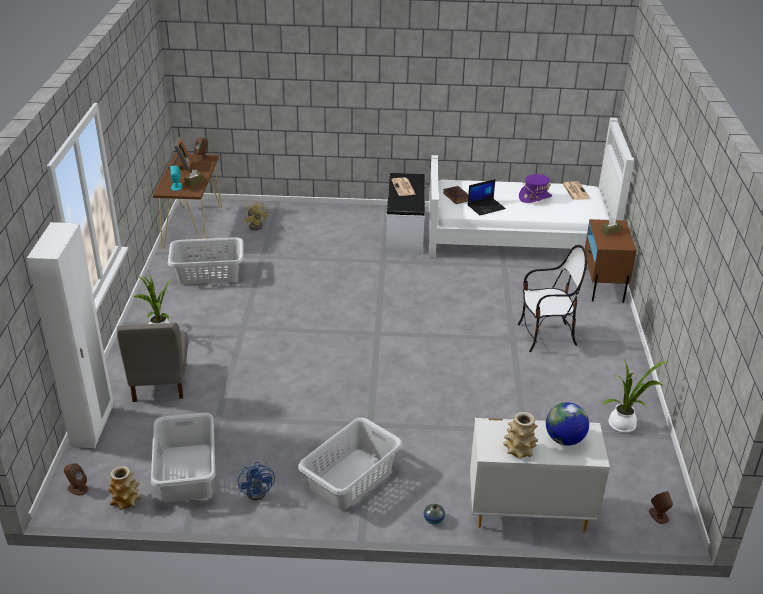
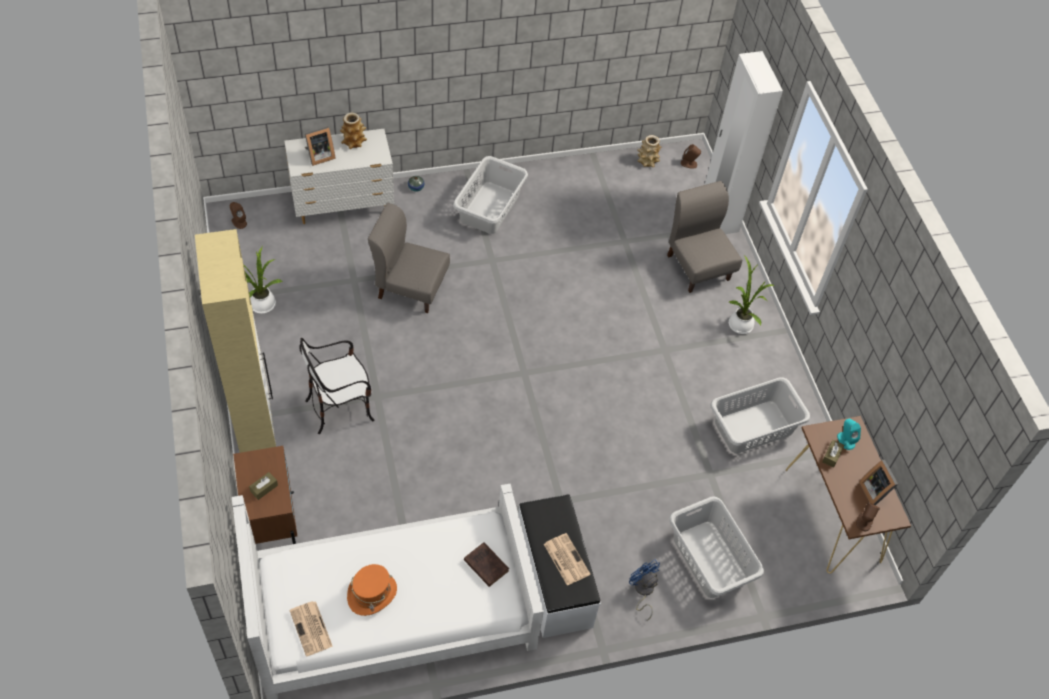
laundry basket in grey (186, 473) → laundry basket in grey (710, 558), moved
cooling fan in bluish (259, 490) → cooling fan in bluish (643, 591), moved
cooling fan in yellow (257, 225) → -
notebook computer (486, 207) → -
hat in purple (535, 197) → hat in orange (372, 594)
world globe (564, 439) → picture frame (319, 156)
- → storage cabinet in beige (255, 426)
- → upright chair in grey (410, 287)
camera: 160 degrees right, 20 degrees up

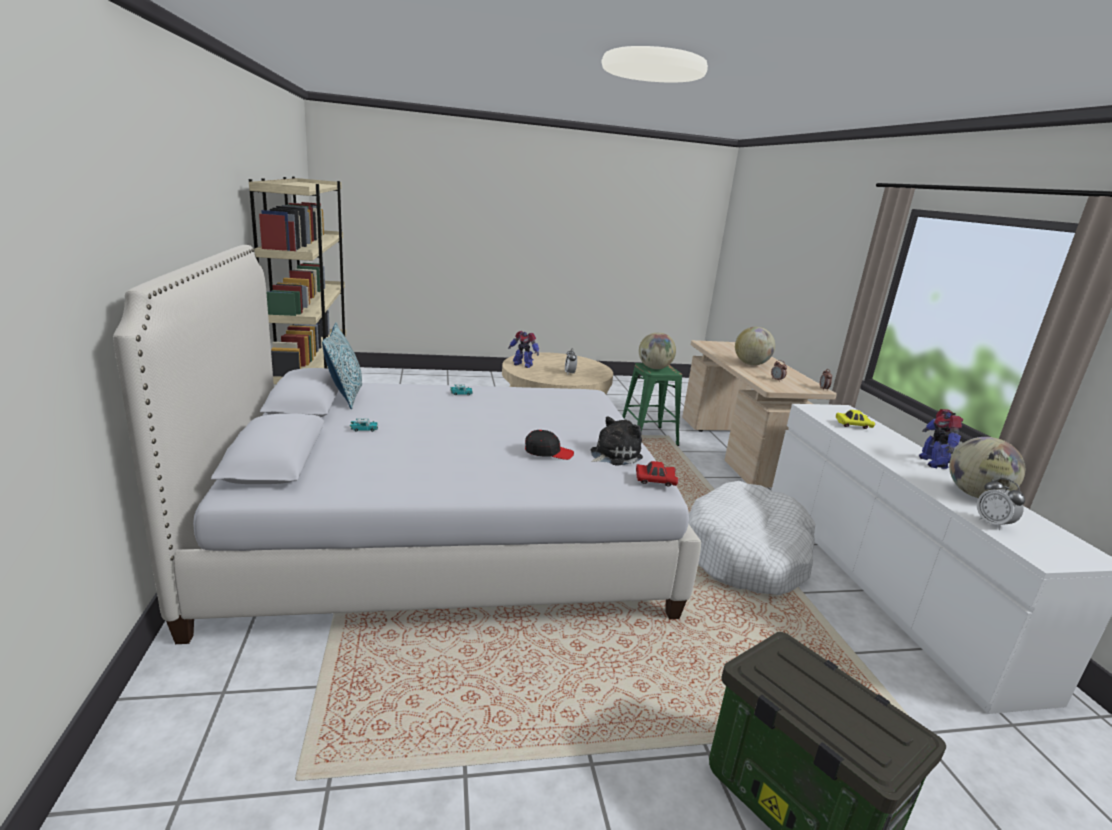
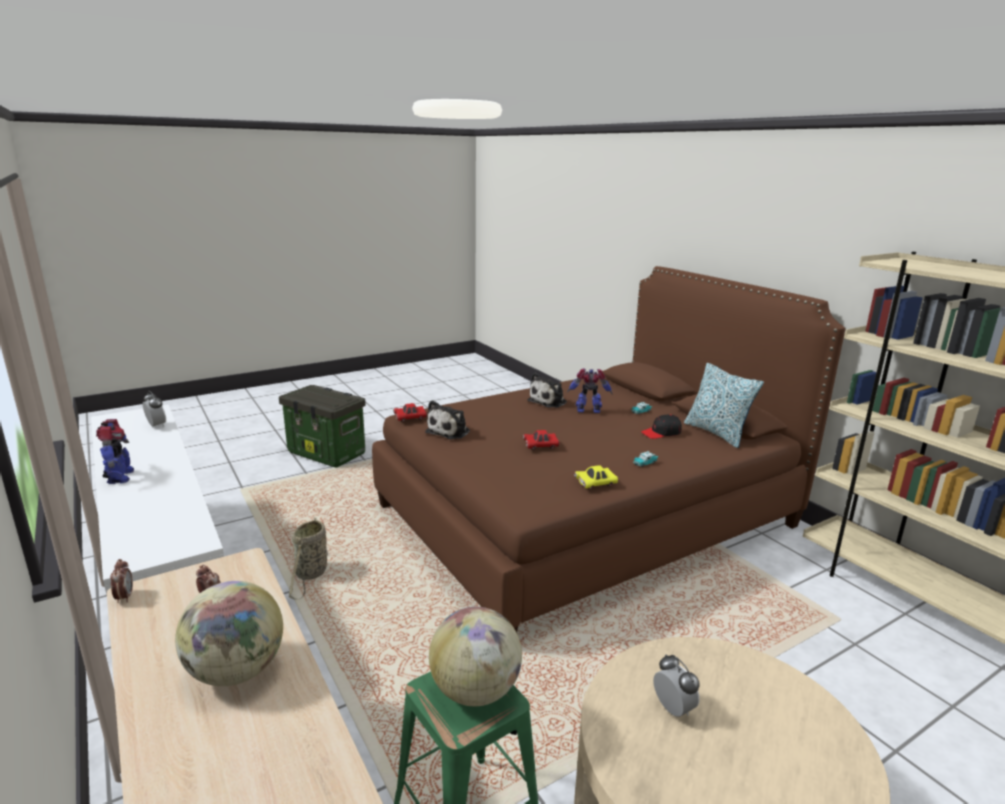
bed in white (442, 536) → bed in brown-coloured (586, 515)
model robot (523, 365) → model robot (589, 411), moved
cap in black-coloured (548, 452) → cap in black-coloured (661, 433), moved
dog cushion in white (747, 554) → household basket (311, 574)
toy car in yellow (853, 425) → toy car in yellow (595, 484), moved
world globe (976, 495) → -
- → toy car in red (540, 446)
- → soft toy (549, 401)
camera: 160 degrees right, 0 degrees up

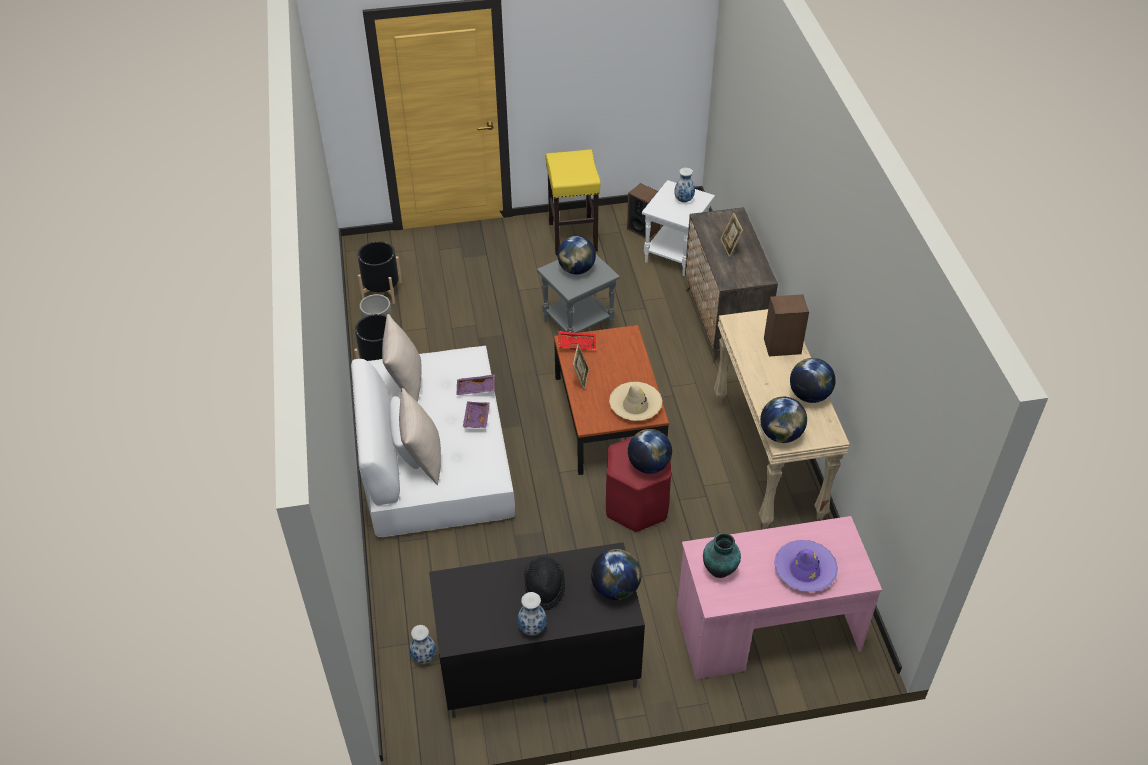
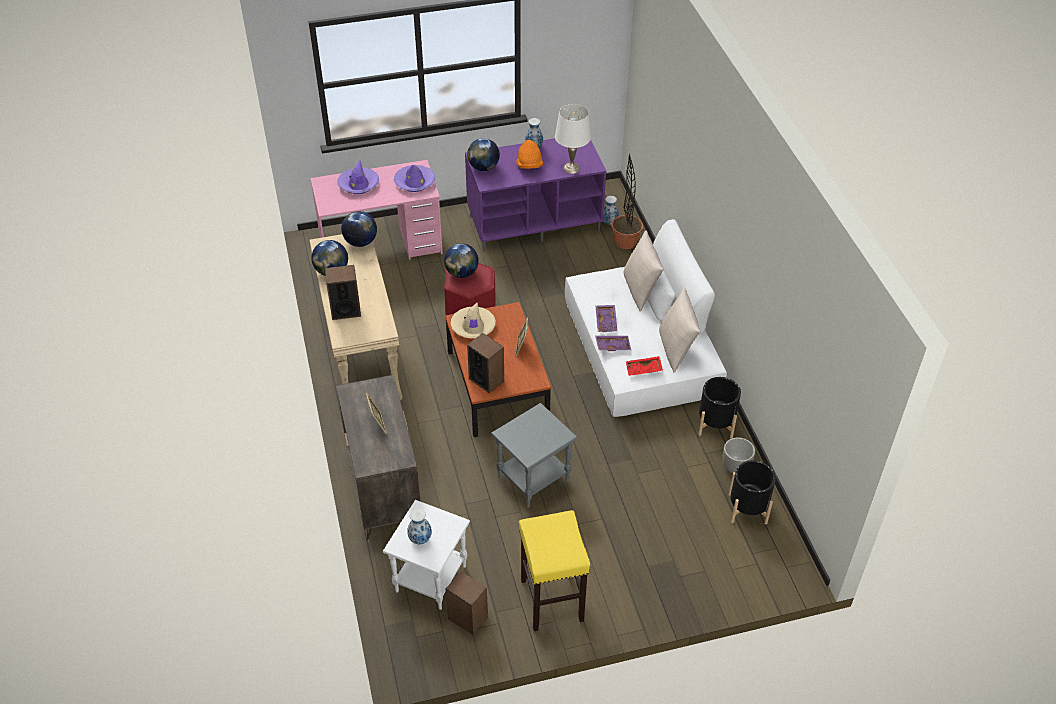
media console in black-coloured (536, 665) → media console in purple (535, 222)
hat in black-coloured (544, 588) → hat in orange (529, 165)
world globe (576, 269) → -
carrying tray in red (577, 344) → carrying tray in red (643, 370), moved
flower vase (720, 570) → hat in purple (414, 182)
- → loudspeaker (486, 379)
- → tabletop lamp in white (571, 168)
- → potted plant (625, 242)
camera: 175 degrees right, 0 degrees up

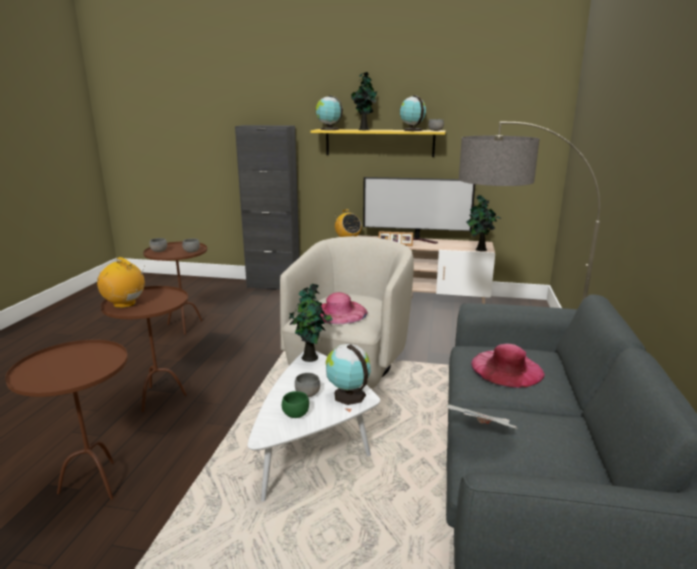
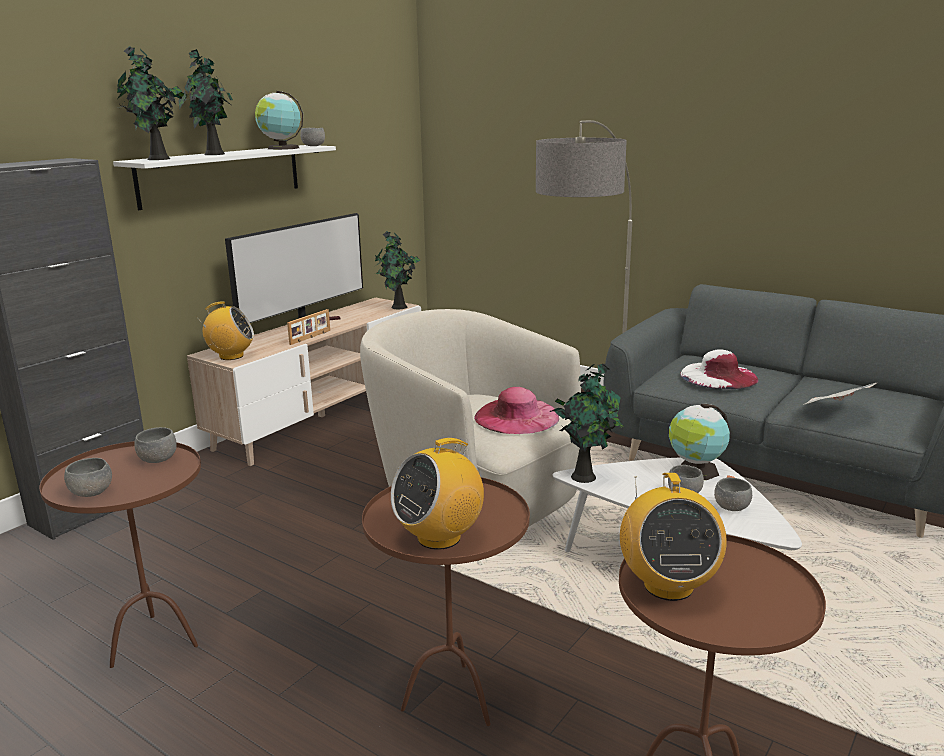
deep dish in green (295, 414) → deep dish in grey (731, 507)
bracket shelf in yellow (379, 142) → bracket shelf in white (222, 175)
world globe (329, 129) → potted plant (157, 159)
hat in pink-coloured (506, 368) → hat in white (718, 376)
- → radio (667, 585)
camera: 65 degrees left, 0 degrees up

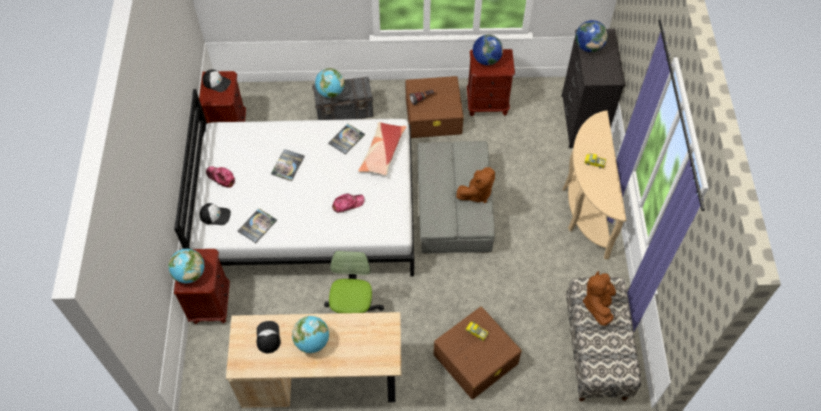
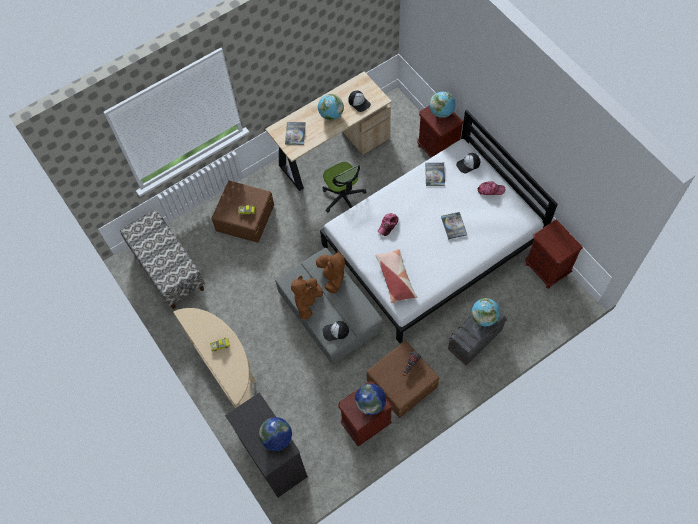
cap (217, 82) → cap (335, 331), moved
book (346, 139) → book (295, 133), moved
soft toy in brown-coloured (598, 304) → soft toy in brown-coloured (332, 277), moved
camera: 150 degrees right, 5 degrees up

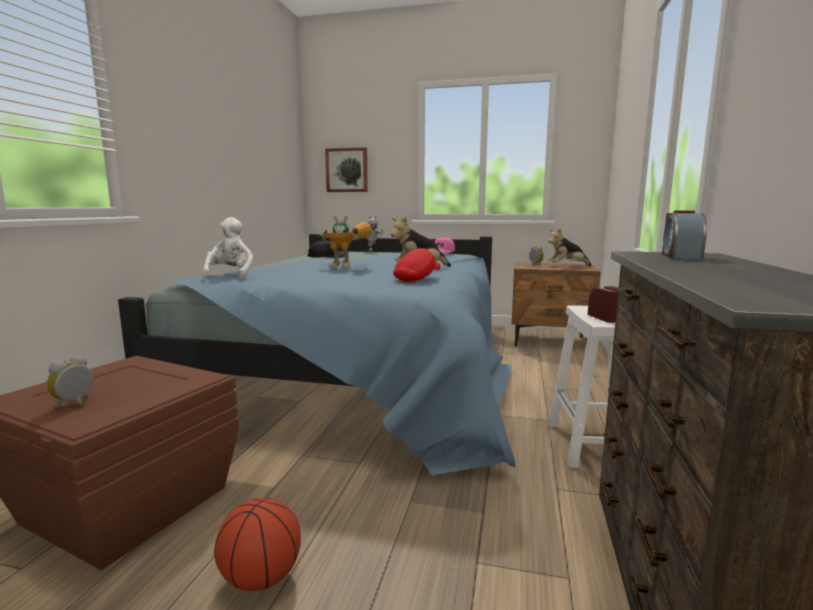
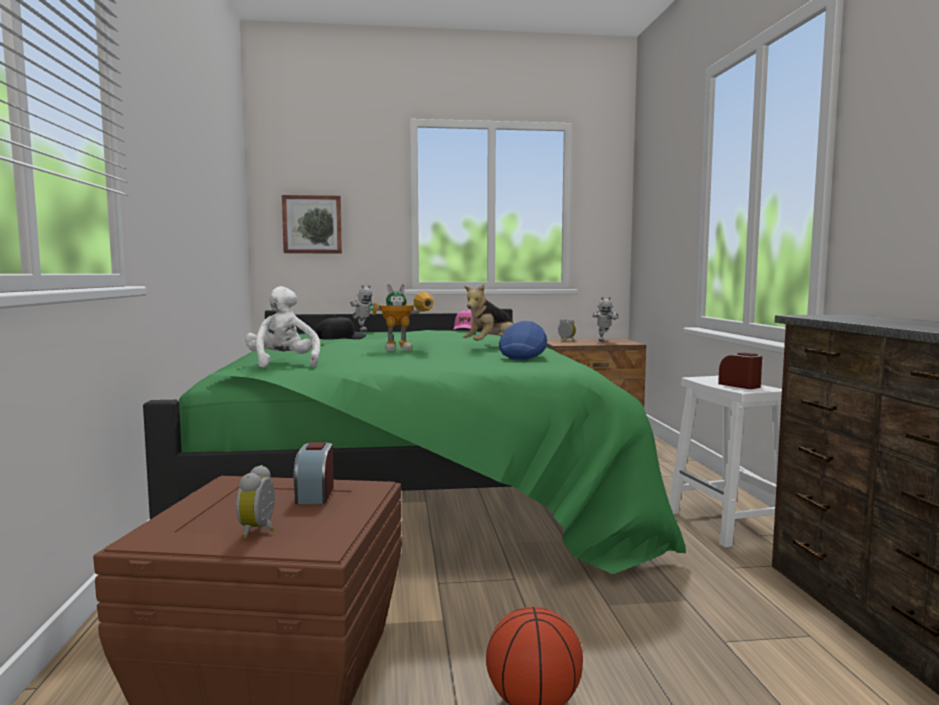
bed in bluish (366, 368) → bed in green (408, 481)
cap in red (417, 279) → cap in bluish (524, 357)
soft toy (567, 266) → model robot (603, 341)
table clock (680, 256) → table clock (315, 494), moved
camera: 20 degrees left, 5 degrees down

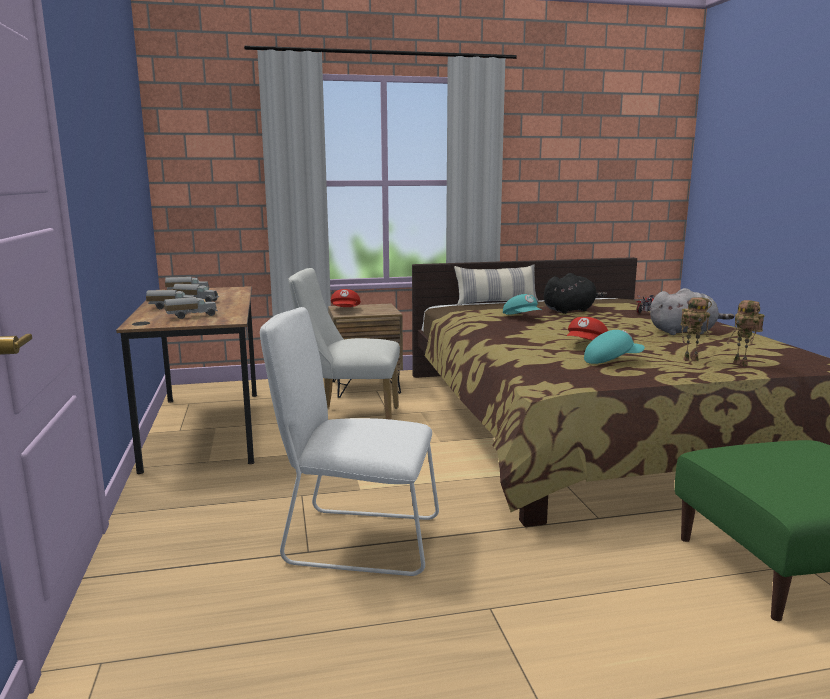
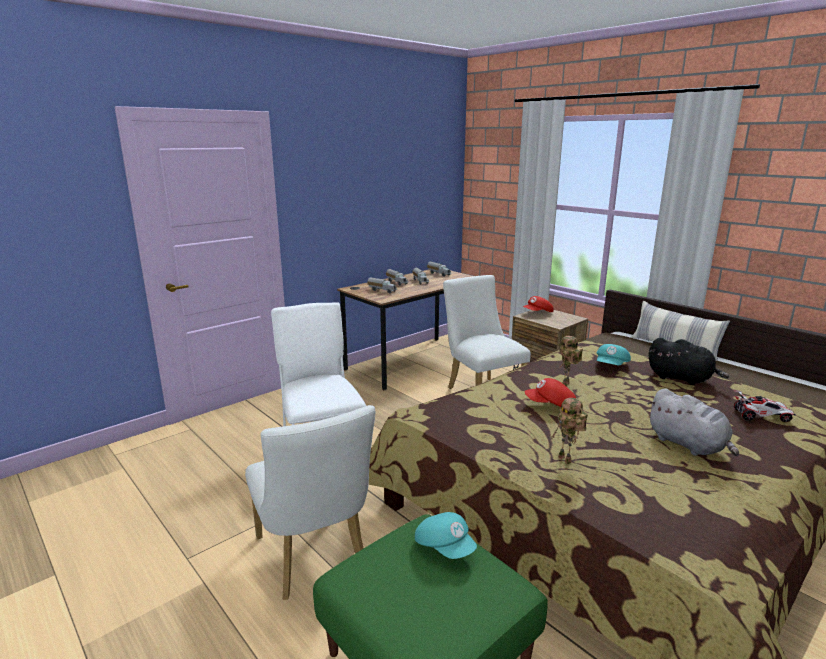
cap in blue-green (611, 361) → cap in blue-green (445, 547), moved
model robot (742, 364) → model robot (566, 385), moved
- → upright chair in white (314, 559)
camera: 60 degrees right, 5 degrees up

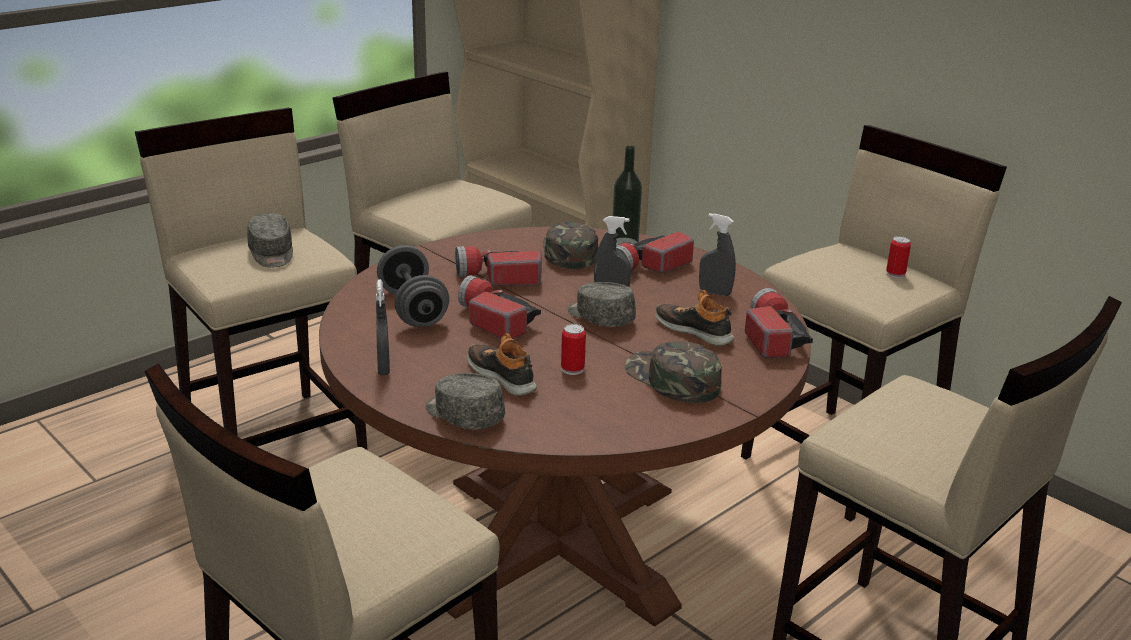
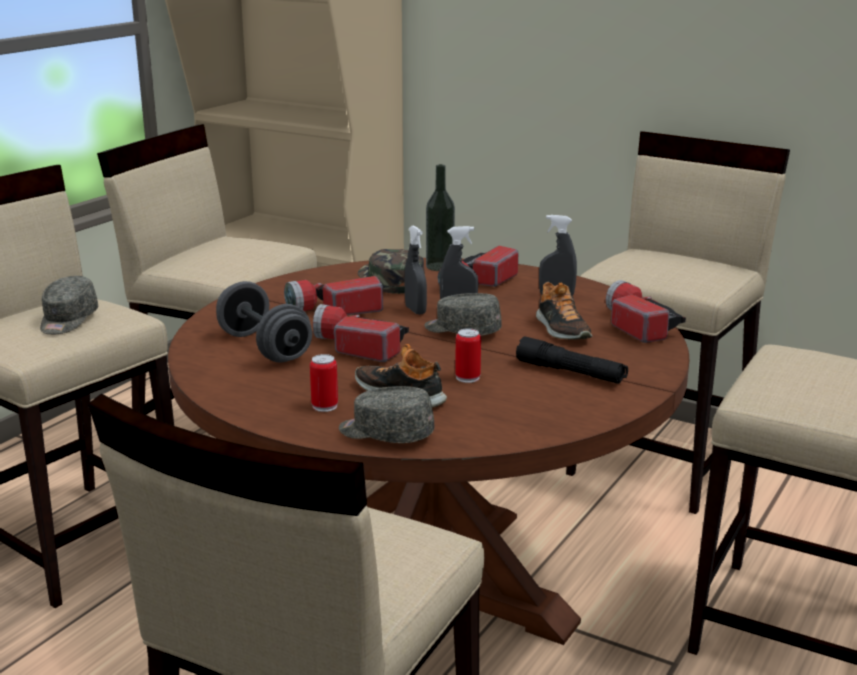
cap in grey (272, 254) → cap in grey (68, 320), 45 degrees clockwise
hand sprayer in grey (384, 368) → hand sprayer in grey (415, 310), moved
cap in green (671, 379) → torch in black-coloured (570, 373)
low shoe (694, 331) → low shoe (561, 330), 135 degrees counterclockwise
metal can (895, 274) → metal can (324, 406), moved
camera: 15 degrees left, 5 degrees down

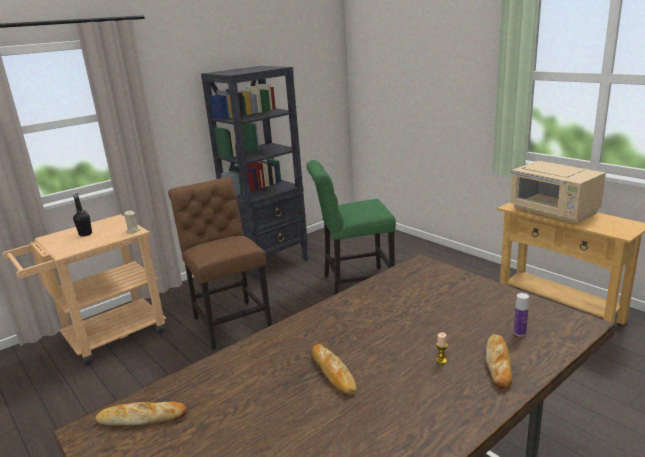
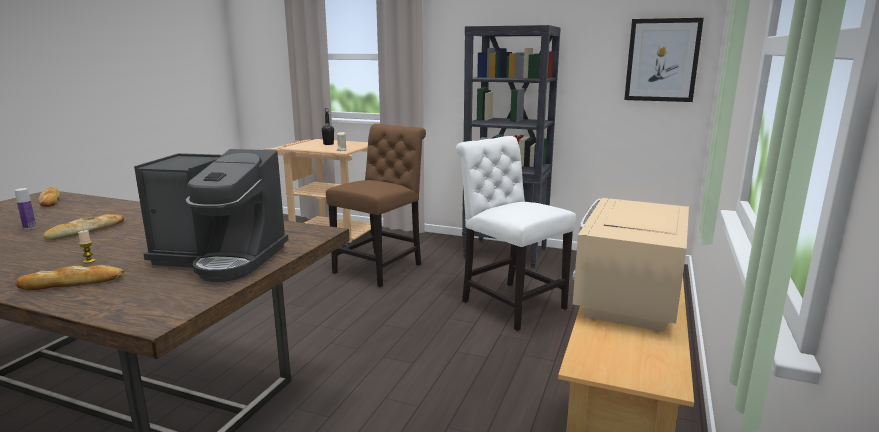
upright chair in green (354, 283) → upright chair in white (509, 303)
bottle (519, 333) → bottle (29, 227), moved
- → coffee brewer (221, 258)
- → wall picture (662, 60)
camera: 60 degrees right, 5 degrees down

